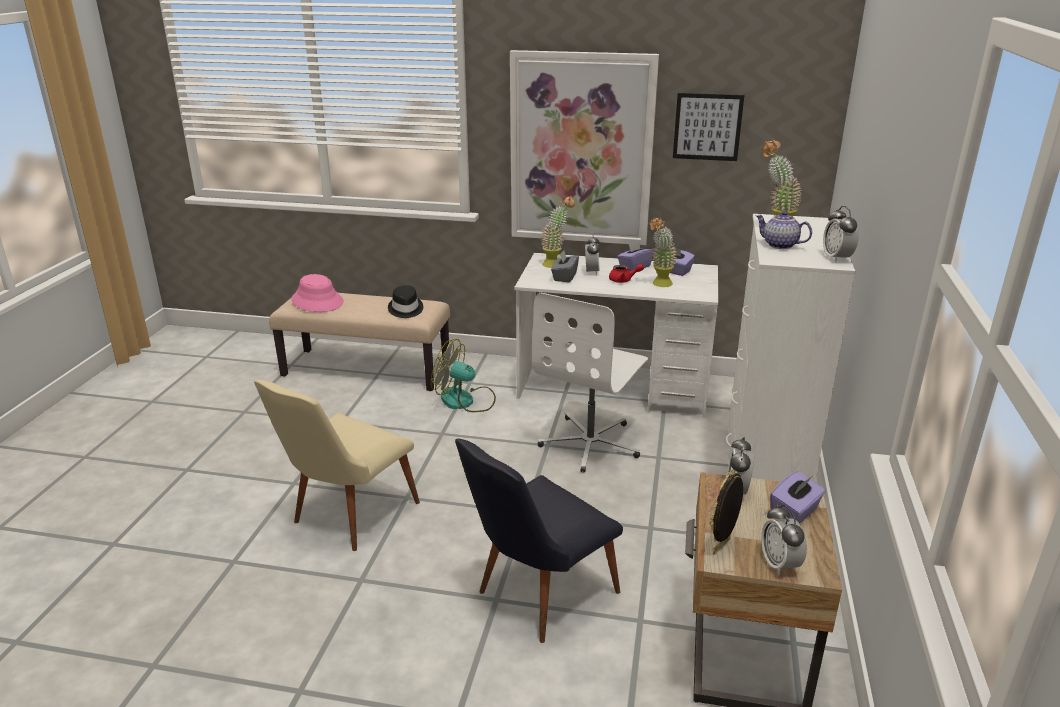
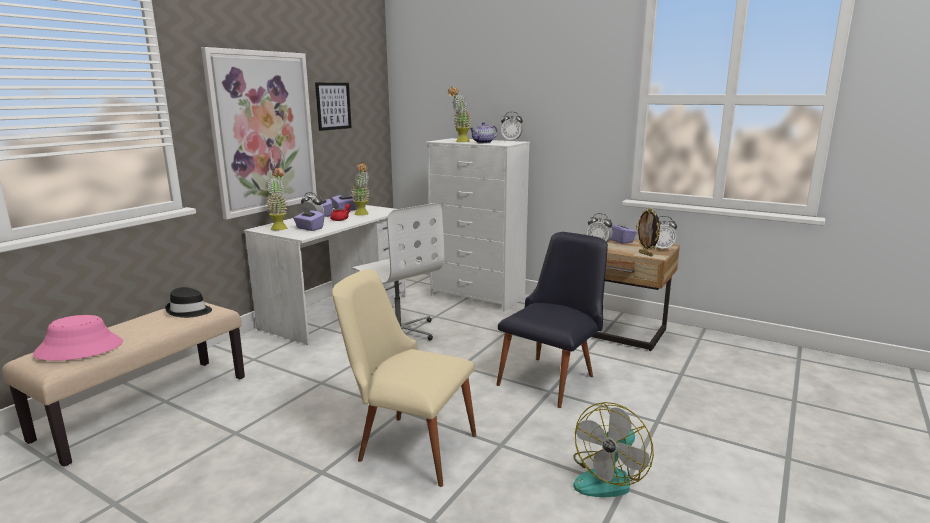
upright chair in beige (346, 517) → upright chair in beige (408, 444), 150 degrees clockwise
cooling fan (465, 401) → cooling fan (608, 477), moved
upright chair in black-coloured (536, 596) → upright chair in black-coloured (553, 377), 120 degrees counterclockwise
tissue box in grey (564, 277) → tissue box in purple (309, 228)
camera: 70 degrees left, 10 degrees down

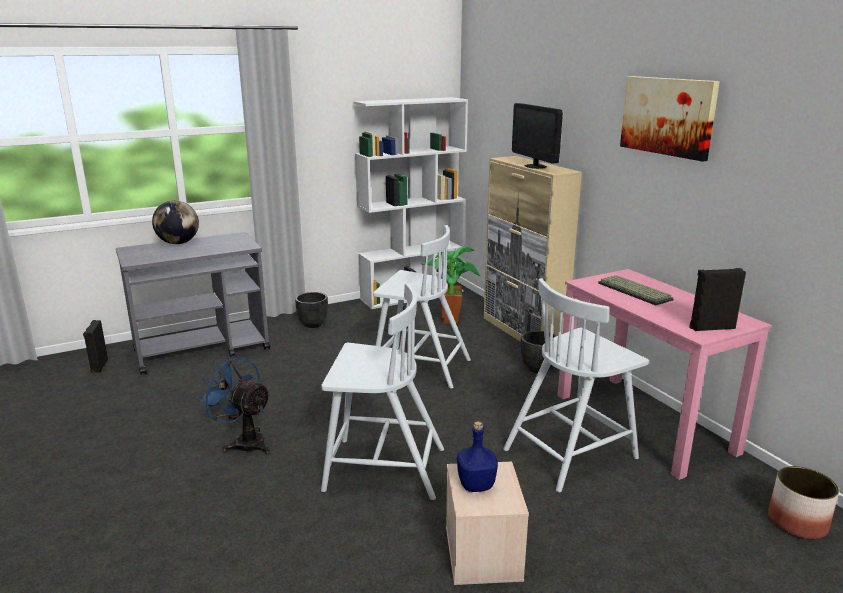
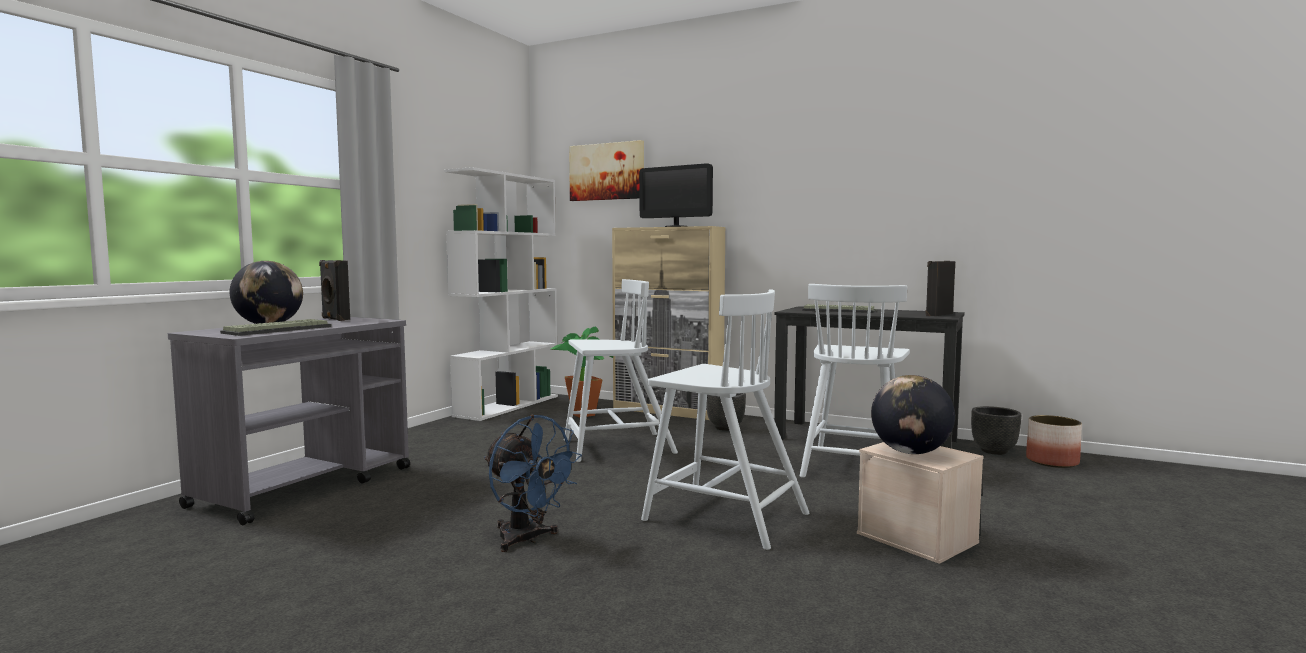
loudspeaker in black-coloured (98, 366) → loudspeaker in black-coloured (334, 319), moved
cooling fan in bluish (244, 442) → cooling fan in bluish (527, 540), 135 degrees counterclockwise
planter in black-coloured (313, 324) → planter in black-coloured (993, 451), moved
upright chair in white (382, 469) → upright chair in white (723, 516), 60 degrees clockwise
bottle in bluish (475, 484) → world globe (910, 452)
desk unit in pink-coloured (643, 423) → desk unit in black-coloured (866, 439)
wall picture (668, 116) → wall picture (607, 172), moved
- → keyboard (278, 329)
camera: 35 degrees left, 15 degrees down

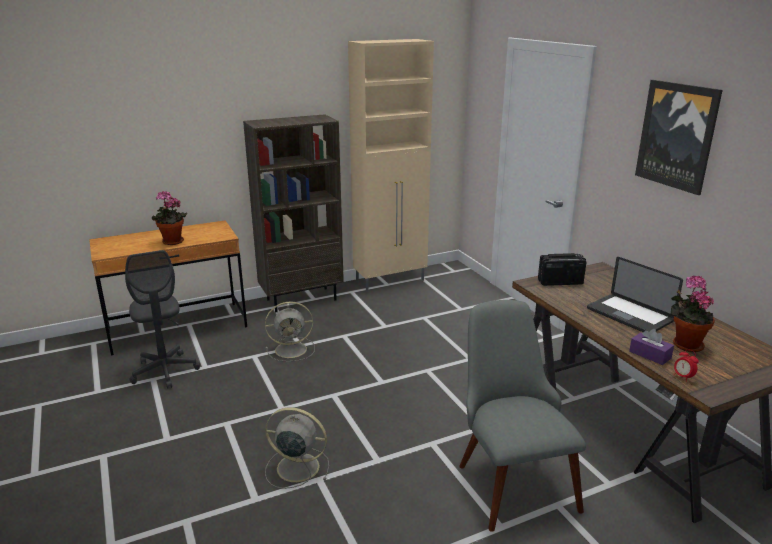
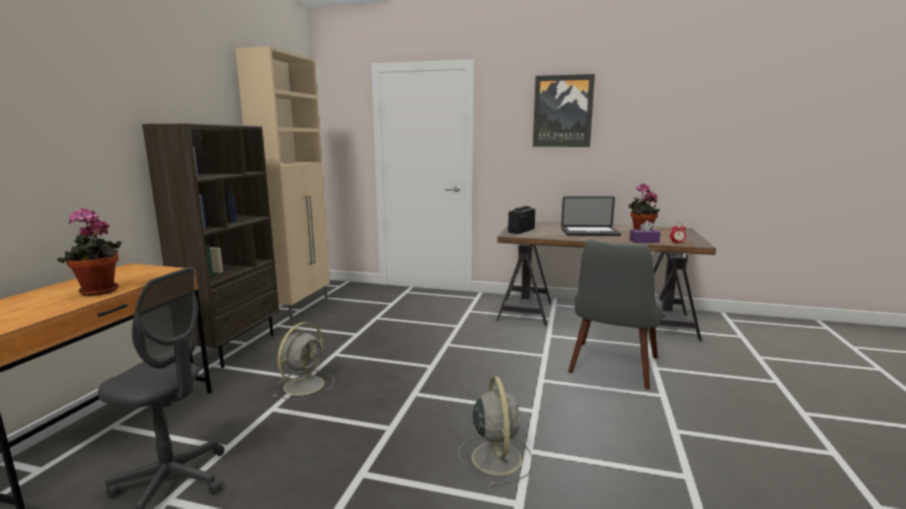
cooling fan in grey (296, 467) → cooling fan in grey (496, 456), 120 degrees clockwise
upright chair in grey (509, 477) → upright chair in grey (611, 370), 90 degrees counterclockwise
camera: 50 degrees left, 10 degrees down

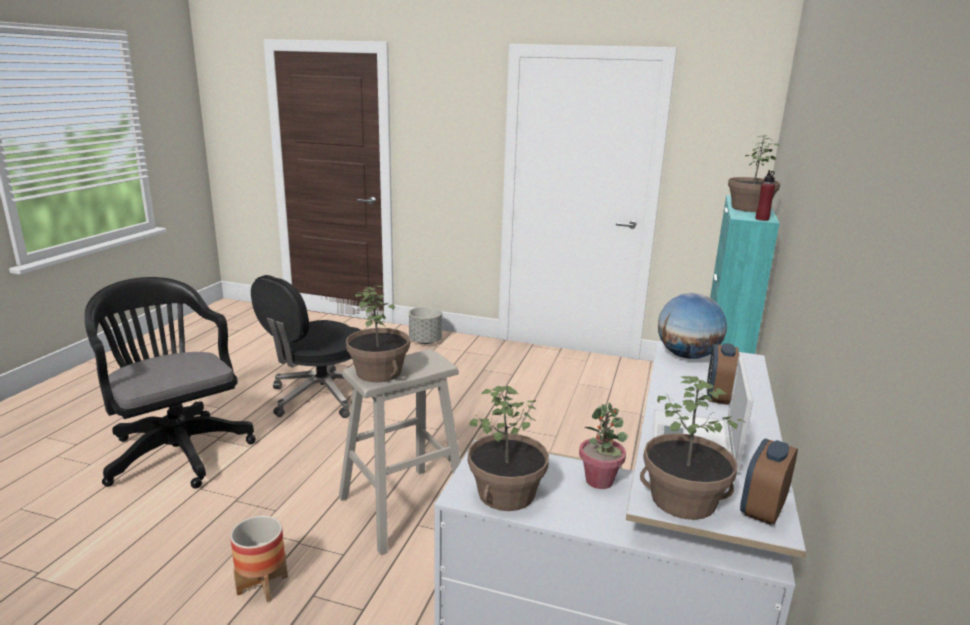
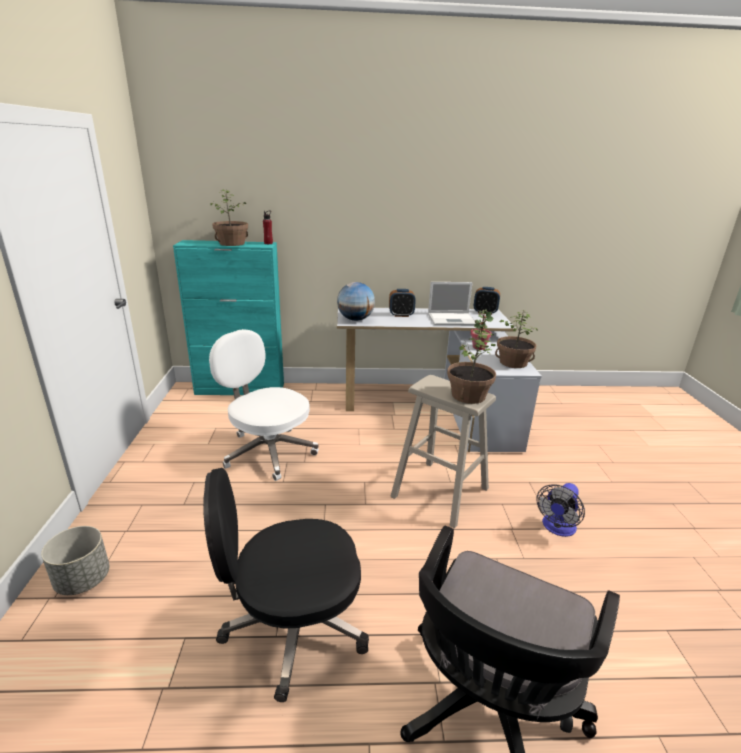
planter (262, 585) → cooling fan (557, 528)
office chair in black-coloured (319, 397) → office chair in black-coloured (292, 627), 150 degrees clockwise
potted plant (683, 500) → -
- → office chair in white (268, 451)
camera: 110 degrees left, 5 degrees up

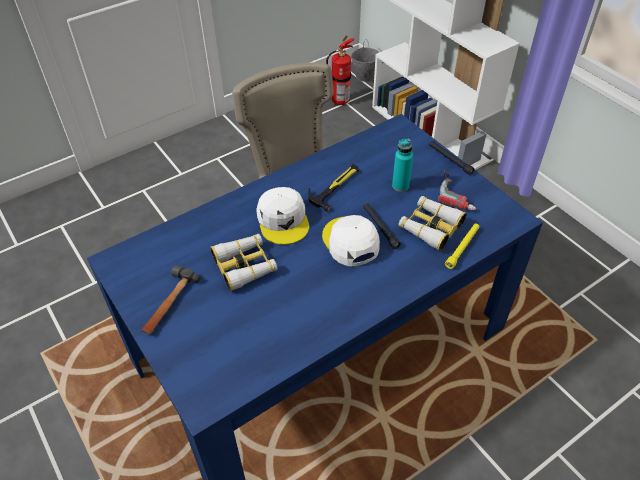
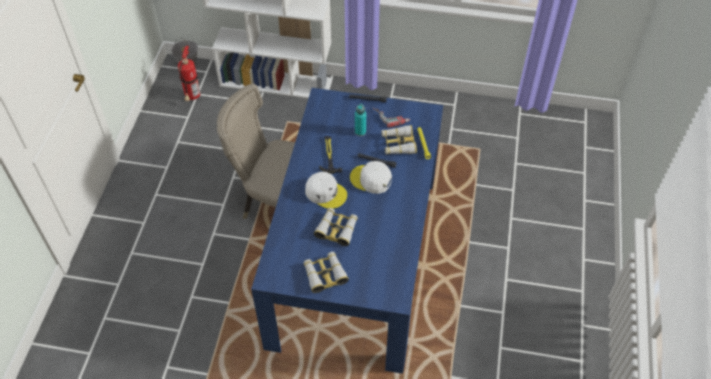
tool hammer (169, 303) → binoculars (324, 274)
camera: 45 degrees left, 5 degrees up

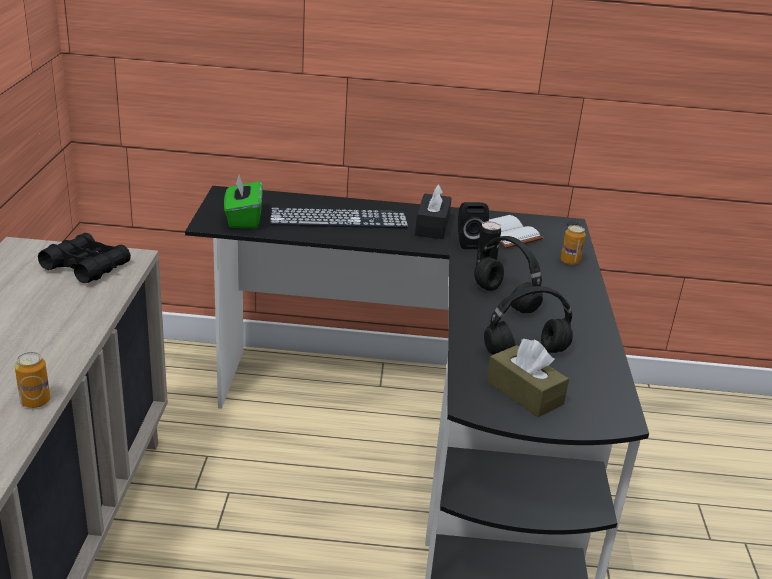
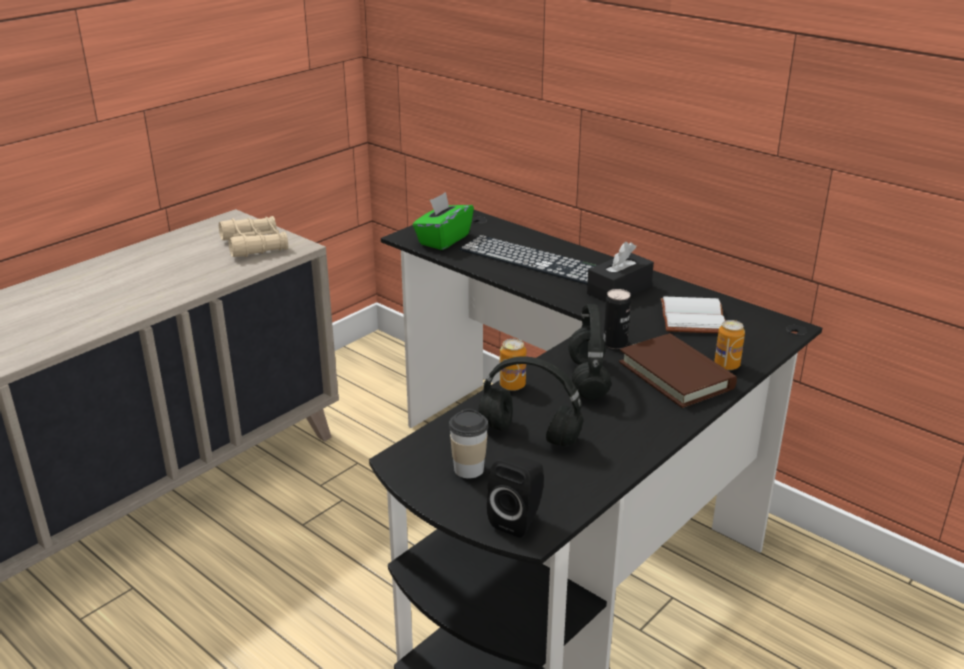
metal can (35, 401) → metal can (512, 385), moved
binoculars in black-coloured (86, 267) → binoculars in beige (254, 245)
loudspeaker in black-coloured (468, 242) → loudspeaker in black-coloured (518, 519), moved
tissue box in brown-coloured (524, 393) → small cup (468, 469)
- → book in brown-coloured (676, 375)
camera: 40 degrees right, 0 degrees up

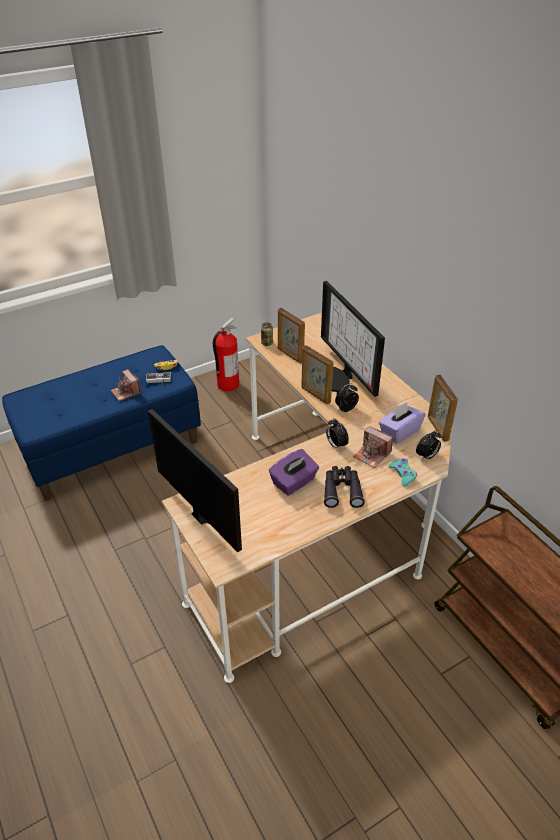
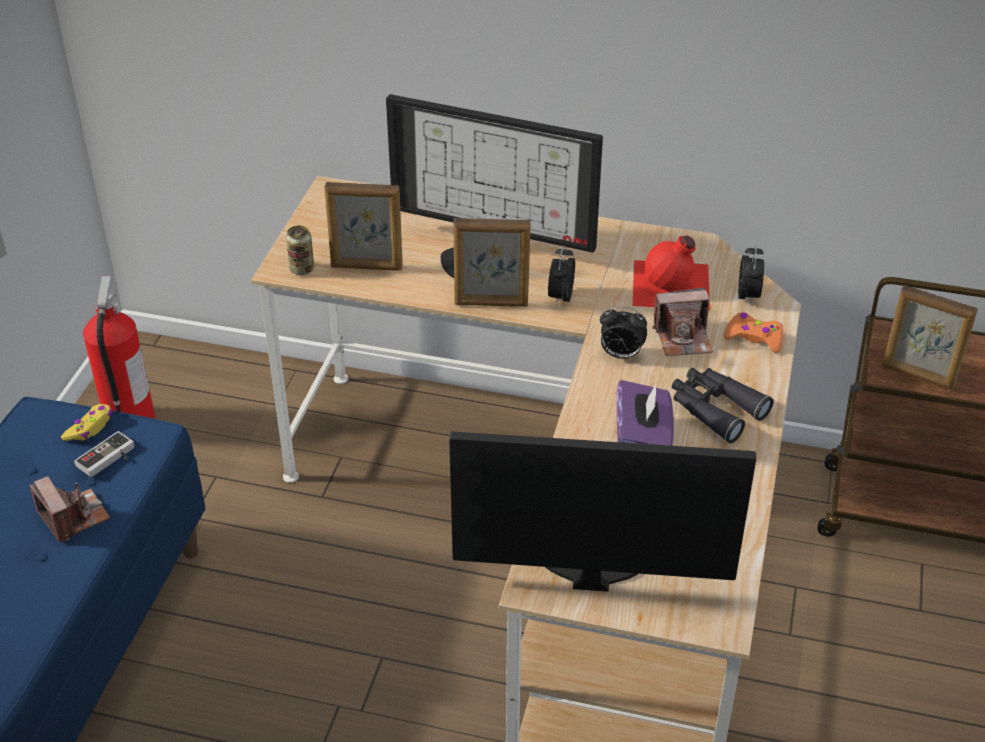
still camera (126, 392) → still camera (73, 517), 135 degrees counterclockwise
tissue box in purple (399, 432) → bottle in red (672, 285)
joypad in blue-green (403, 474) → joypad in orange (754, 338)
picture frame (437, 428) → picture frame (918, 376), moved
camera: 45 degrees left, 0 degrees up

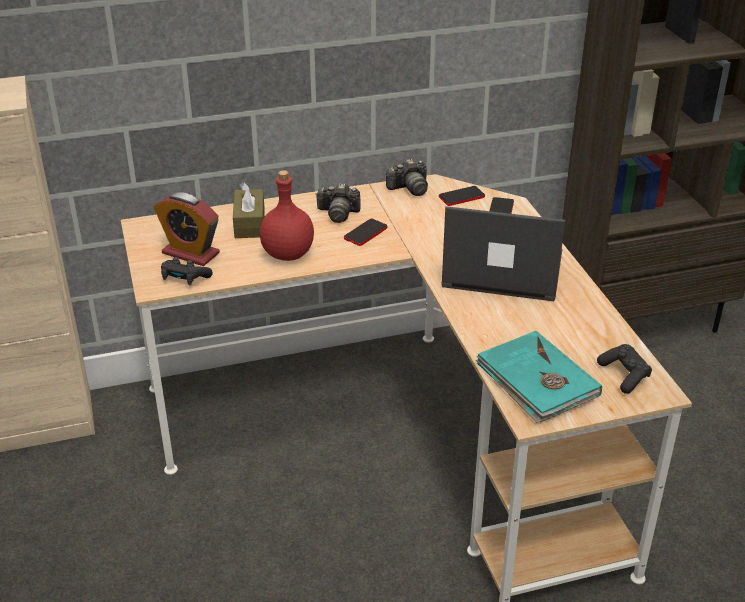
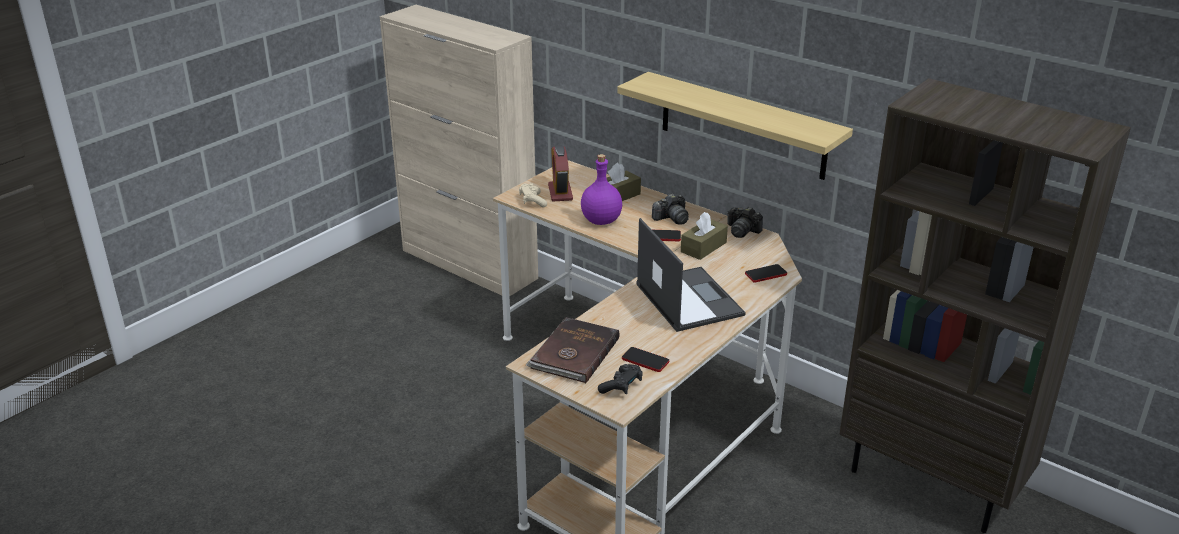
joypad in black-coloured (184, 279) → joypad in beige (532, 201)
bottle in red (287, 254) → bottle in purple (600, 221)
still camera (338, 213) → still camera (672, 219), 90 degrees counterclockwise
phone (461, 197) → phone (645, 360), moved
book in blue-green (536, 381) → book in brown-coloured (573, 353)
- → bracket shelf (742, 126)
- → tissue box in brown-coloured (703, 247)
camera: 55 degrees right, 5 degrees down

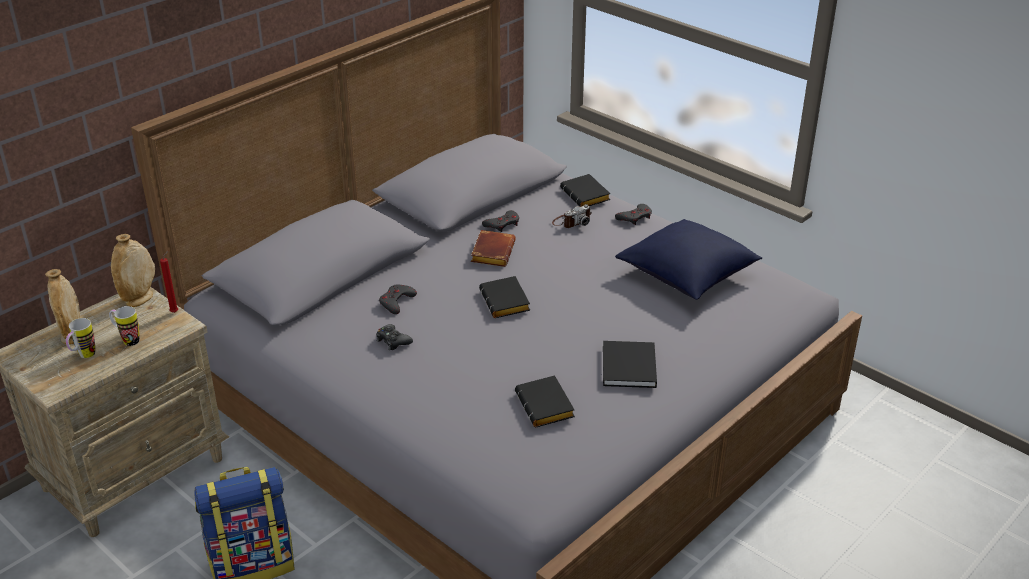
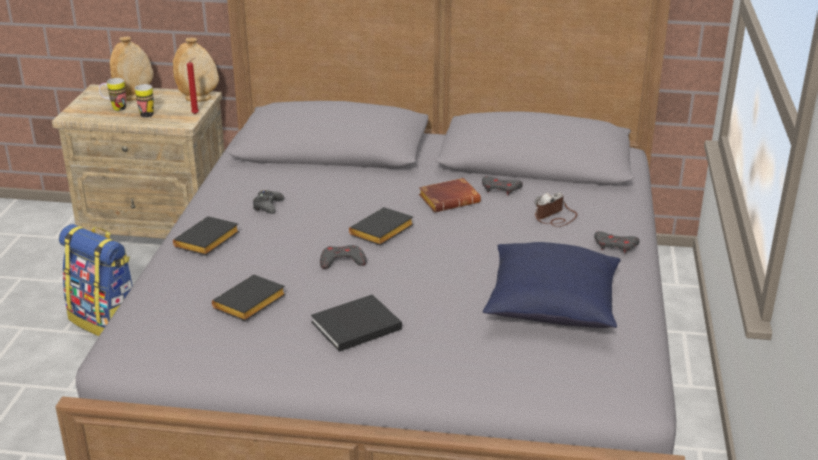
joypad in grey (396, 302) → joypad in grey (342, 261), moved
still camera (572, 221) → still camera (555, 217), 120 degrees clockwise
book in black-coloured (587, 196) → book in black-coloured (207, 242), moved
camera: 55 degrees right, 5 degrees down

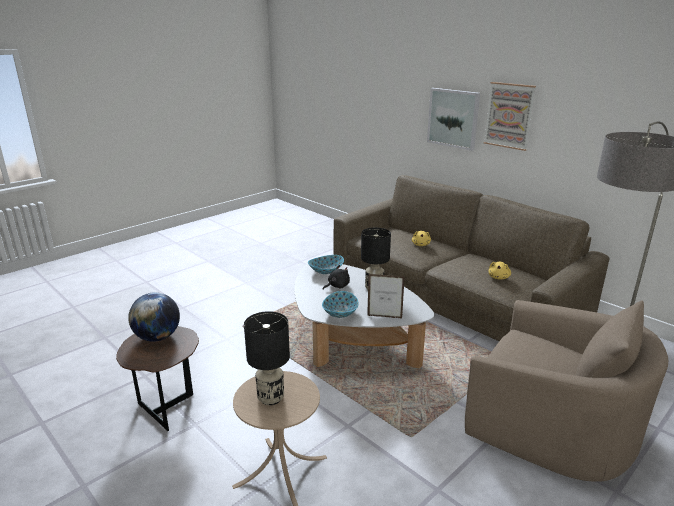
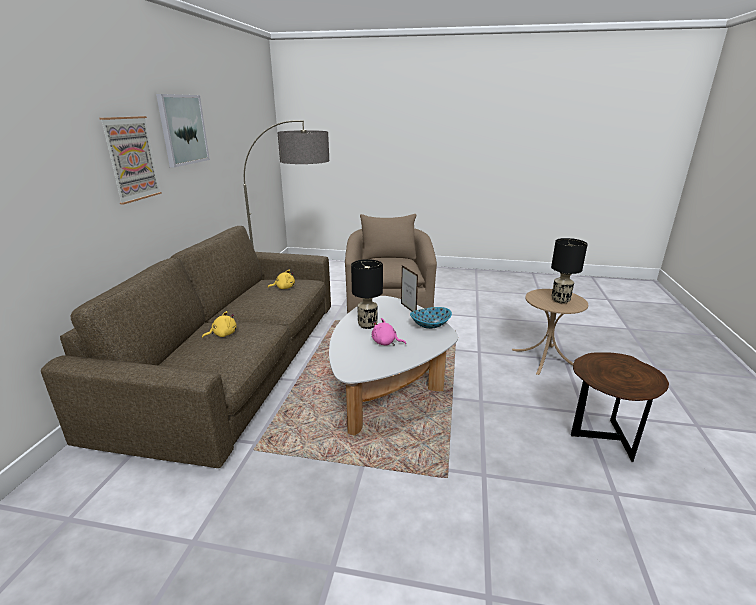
world globe (157, 337) → -
deep dish (326, 271) → -
soft toy in black-coloured (337, 286) → soft toy in pink-coloured (385, 342)
wall picture (453, 118) → wall picture (183, 130), moved
camera: 125 degrees left, 0 degrees up

